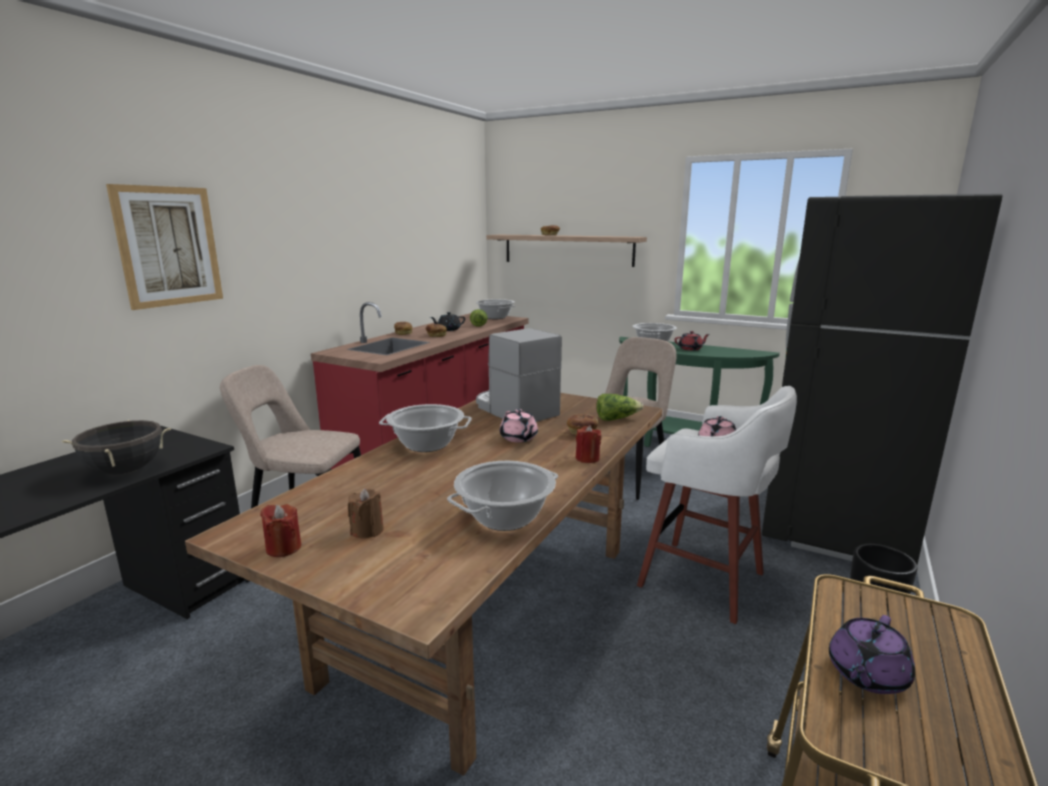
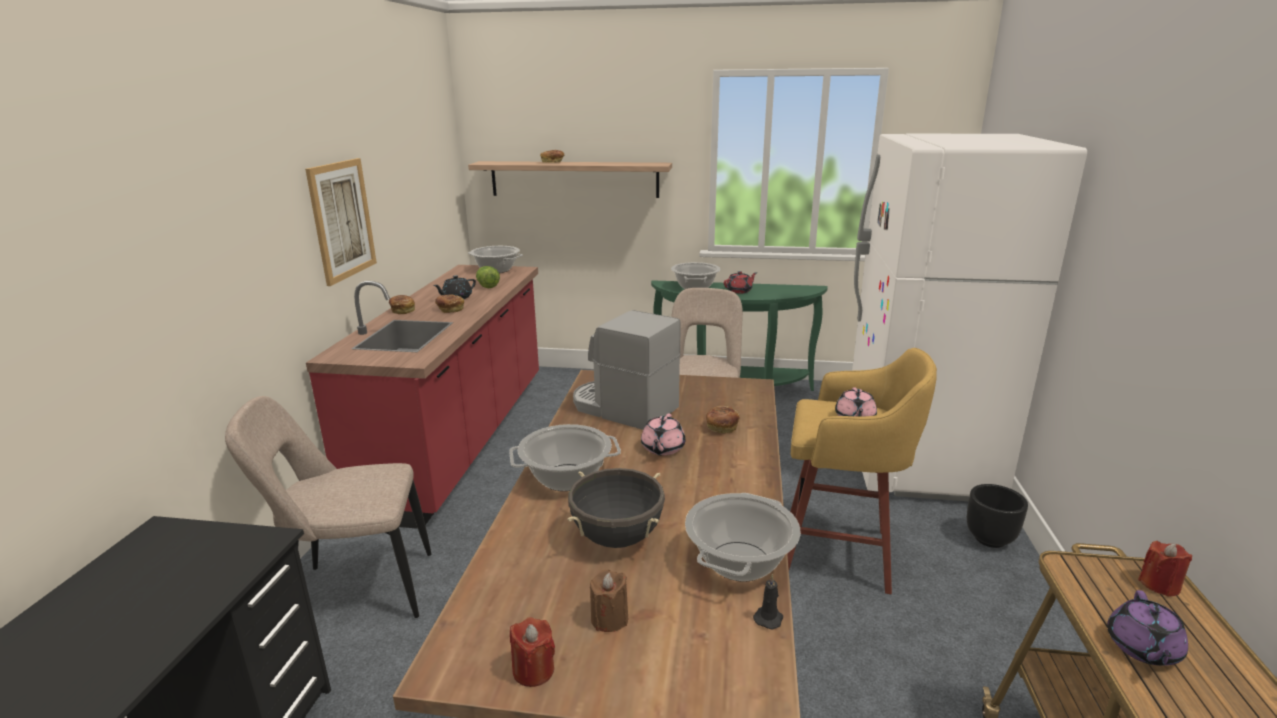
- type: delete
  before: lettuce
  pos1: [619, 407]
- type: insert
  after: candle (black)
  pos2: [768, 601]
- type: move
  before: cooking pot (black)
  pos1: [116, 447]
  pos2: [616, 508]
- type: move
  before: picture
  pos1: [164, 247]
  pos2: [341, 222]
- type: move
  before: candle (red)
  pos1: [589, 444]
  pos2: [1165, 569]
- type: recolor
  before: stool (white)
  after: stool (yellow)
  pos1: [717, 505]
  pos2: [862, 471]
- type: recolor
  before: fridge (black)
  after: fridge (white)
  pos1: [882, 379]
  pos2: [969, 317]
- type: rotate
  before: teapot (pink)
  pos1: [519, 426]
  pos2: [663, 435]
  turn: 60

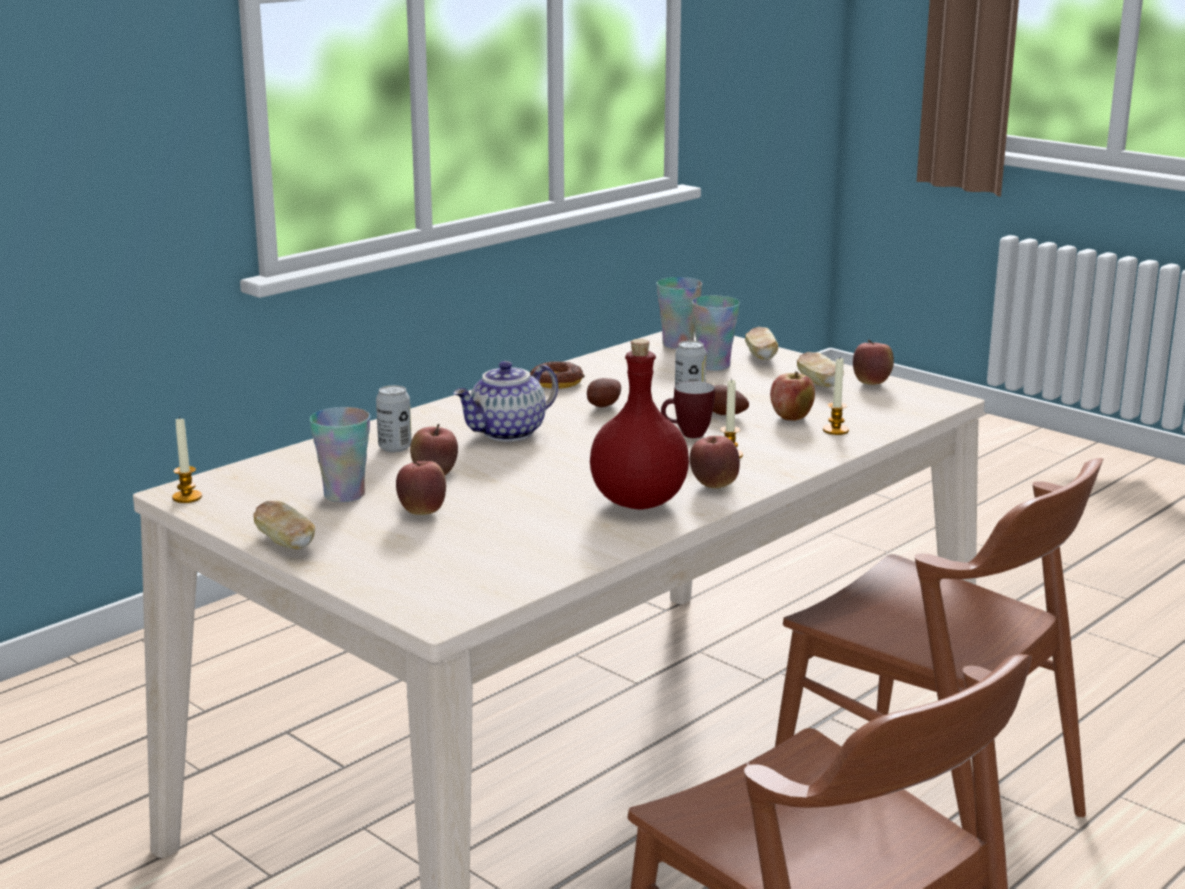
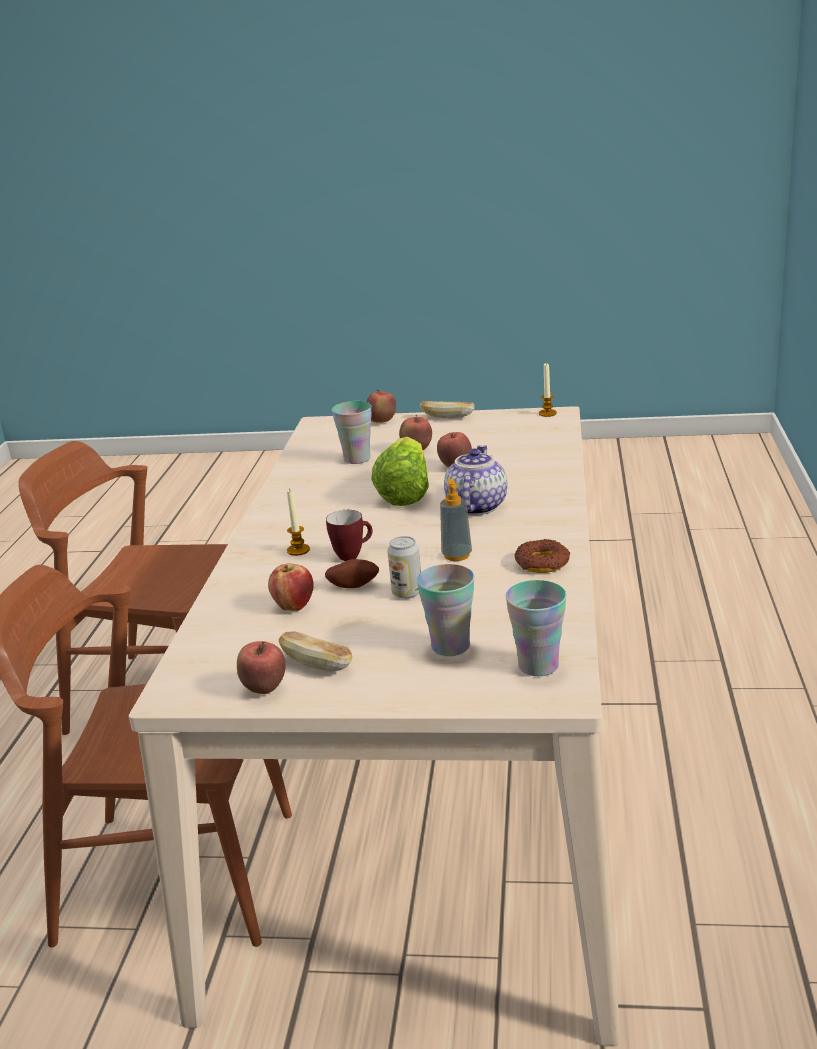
- type: delete
  before: can
  pos1: [394, 418]
- type: delete
  before: bottle (red)
  pos1: [639, 424]
- type: delete
  before: bread
  pos1: [761, 343]
- type: delete
  before: candle
  pos1: [836, 396]
- type: insert
  after: lettuce
  pos2: [400, 471]
- type: move
  before: cup
  pos1: [339, 454]
  pos2: [352, 432]
- type: move
  before: apple
  pos1: [715, 462]
  pos2: [381, 406]
- type: replace
  before: potato
  after: soap dispenser
  pos1: [604, 393]
  pos2: [456, 520]

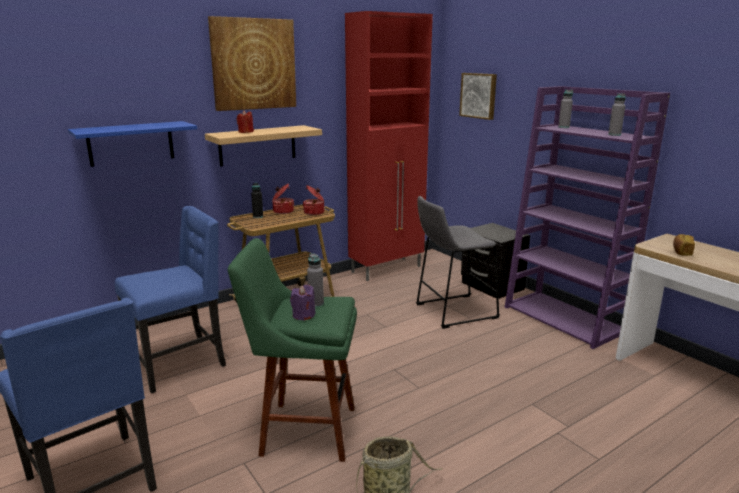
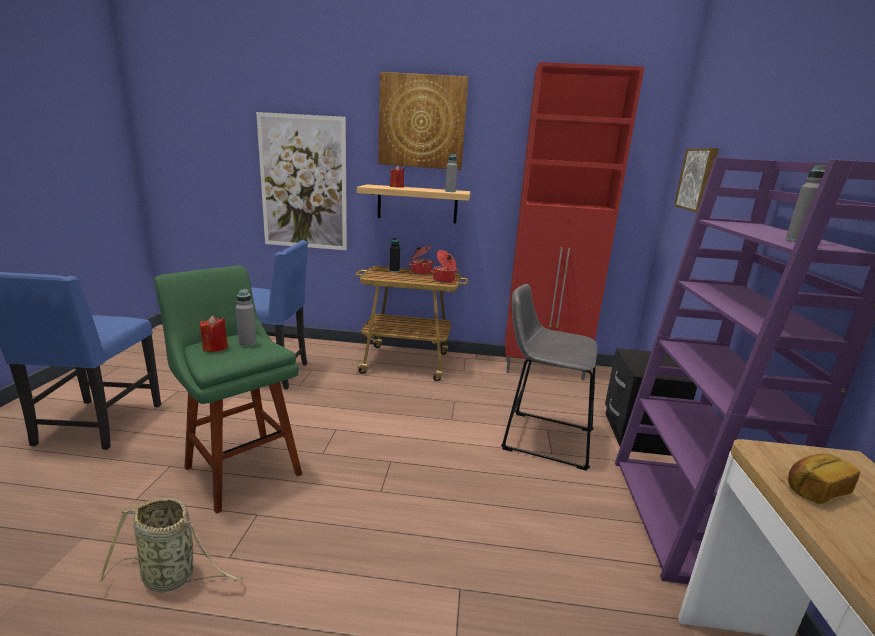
- type: move
  before: bottle (grey)
  pos1: [565, 109]
  pos2: [451, 173]
- type: replace
  before: shelf (blue)
  after: picture
  pos1: [132, 144]
  pos2: [301, 181]
- type: recolor
  before: candle (purple)
  after: candle (red)
  pos1: [302, 303]
  pos2: [214, 334]

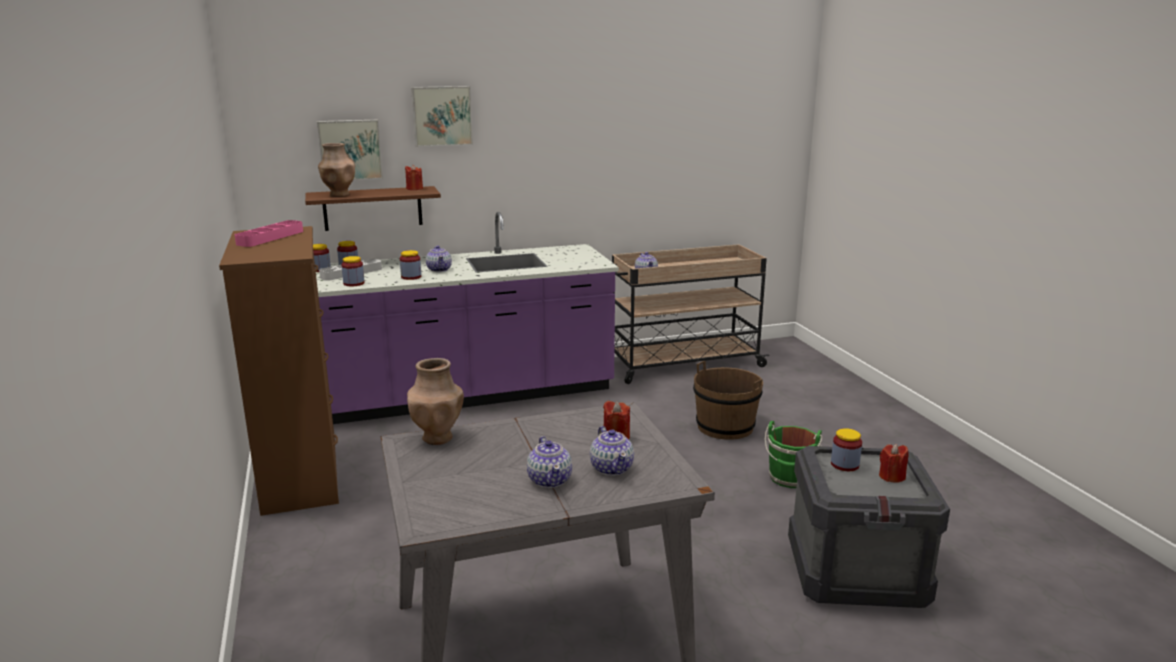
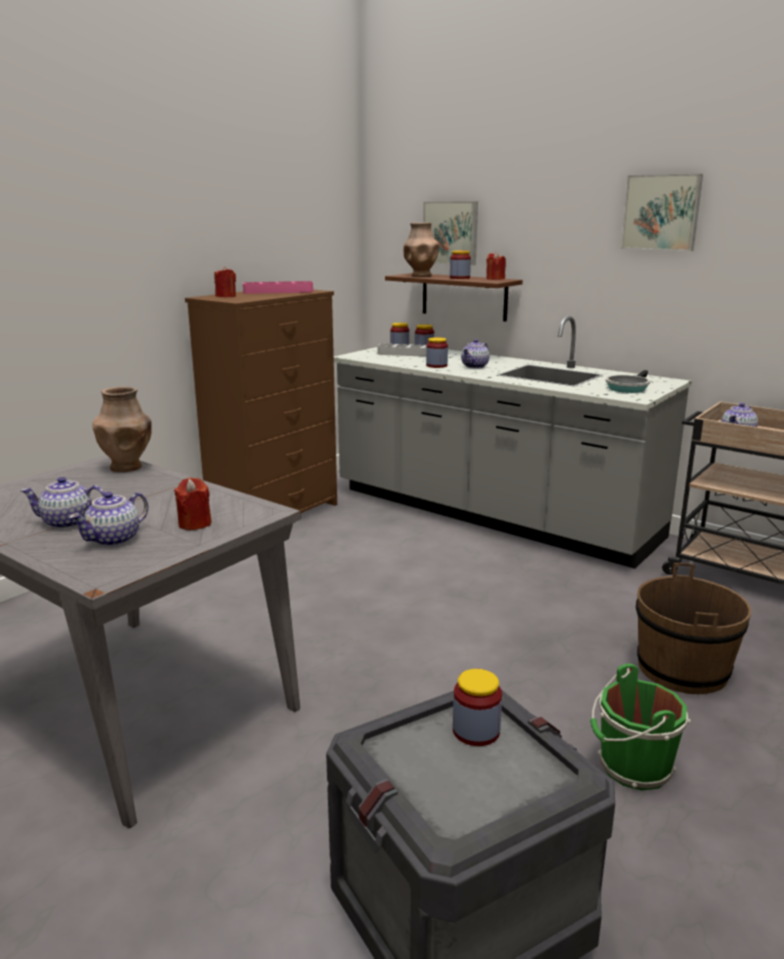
- type: insert
  after: frying pan
  pos2: [628, 381]
- type: move
  before: jar
  pos1: [353, 271]
  pos2: [460, 265]
- type: move
  before: picture
  pos1: [442, 116]
  pos2: [662, 212]
- type: move
  before: candle (red)
  pos1: [893, 463]
  pos2: [225, 282]
- type: recolor
  before: counter (purple)
  after: counter (grey)
  pos1: [467, 318]
  pos2: [513, 442]
- type: rotate
  before: teapot
  pos1: [549, 462]
  pos2: [62, 503]
  turn: 45

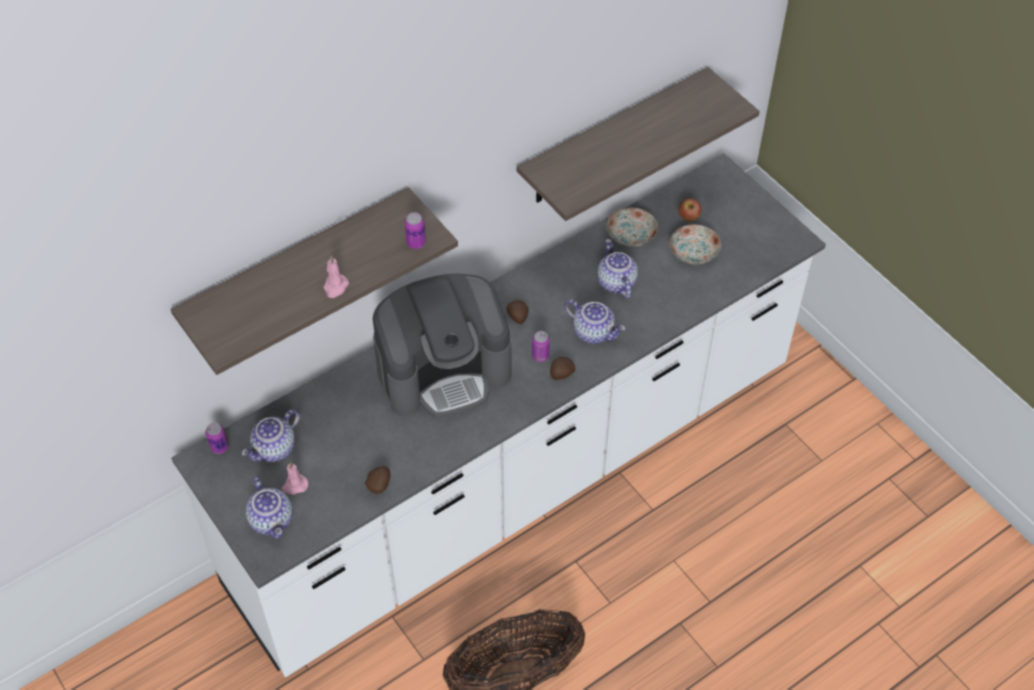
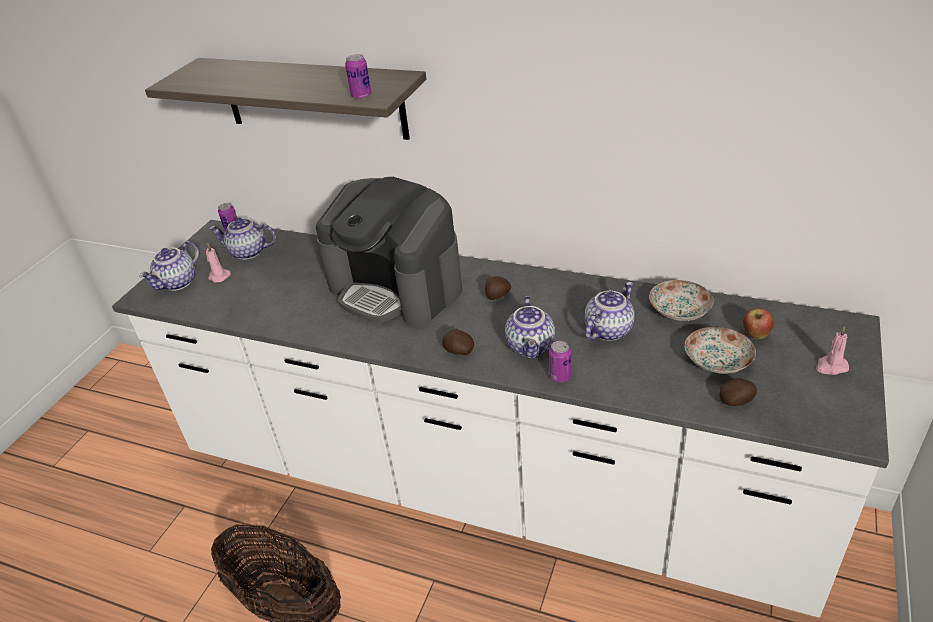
- type: delete
  before: shelf
  pos1: [638, 144]
- type: move
  before: candle (pink)
  pos1: [336, 276]
  pos2: [832, 351]
- type: move
  before: potato
  pos1: [377, 480]
  pos2: [738, 392]
- type: move
  before: can
  pos1: [541, 346]
  pos2: [560, 361]

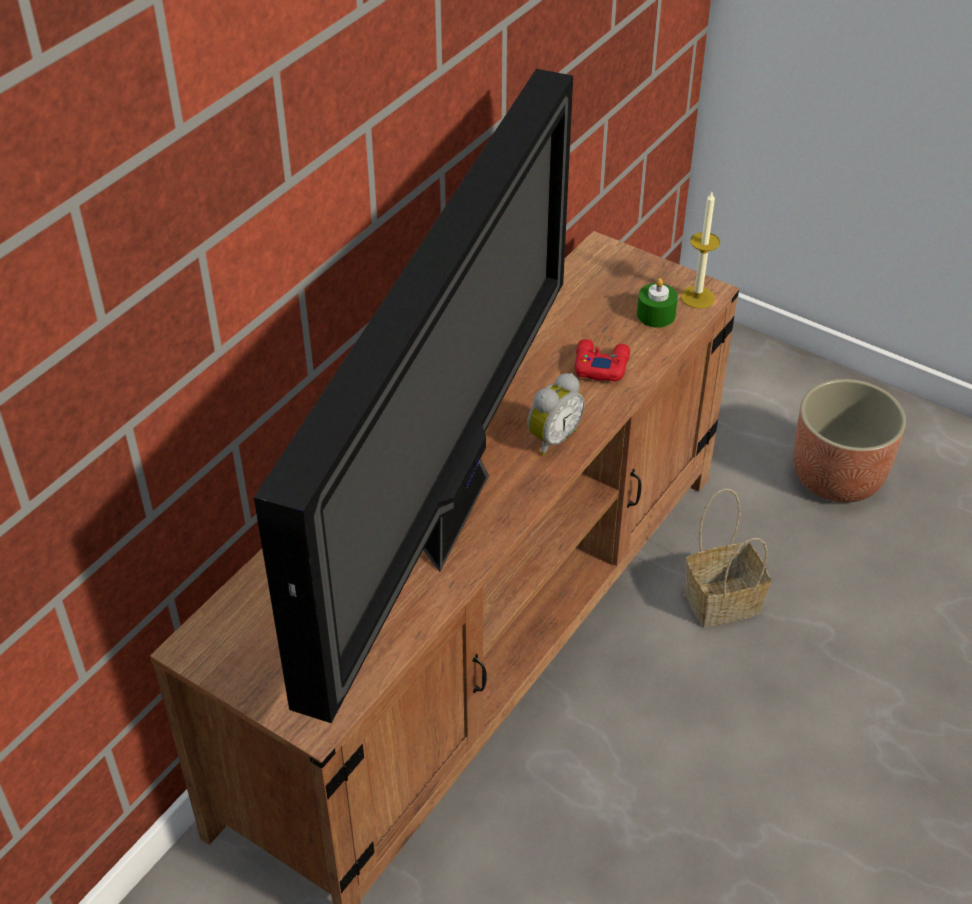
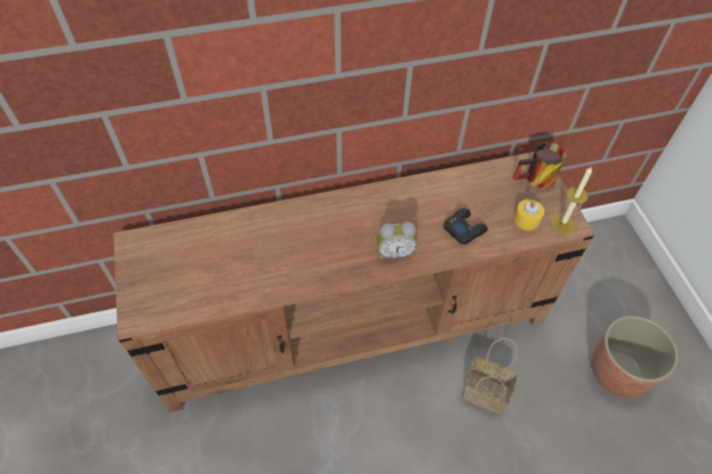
- type: delete
  before: television
  pos1: [413, 396]
- type: insert
  after: mug
  pos2: [539, 165]
- type: recolor
  before: game controller (red)
  after: game controller (black)
  pos1: [602, 360]
  pos2: [465, 226]
- type: recolor
  before: candle (green)
  after: candle (yellow)
  pos1: [657, 303]
  pos2: [529, 215]

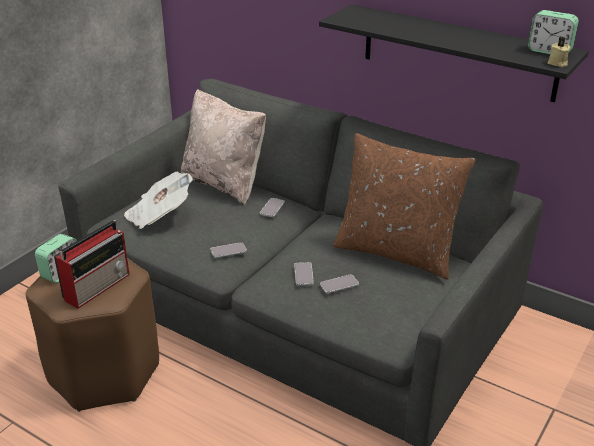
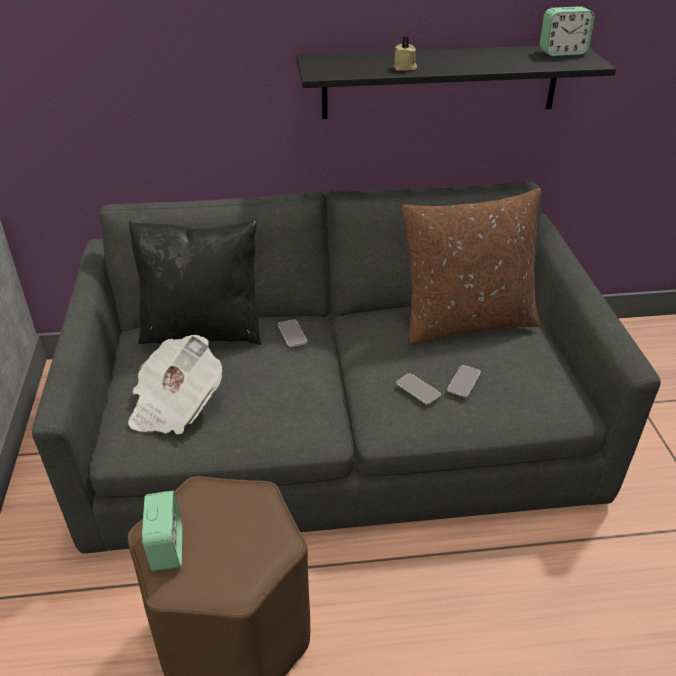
- type: delete
  before: radio
  pos1: [92, 264]
- type: delete
  before: phone
  pos1: [229, 250]
- type: move
  before: candle (beige)
  pos1: [558, 52]
  pos2: [405, 54]
- type: recolor
  before: pillow (beige)
  after: pillow (black)
  pos1: [223, 147]
  pos2: [195, 283]

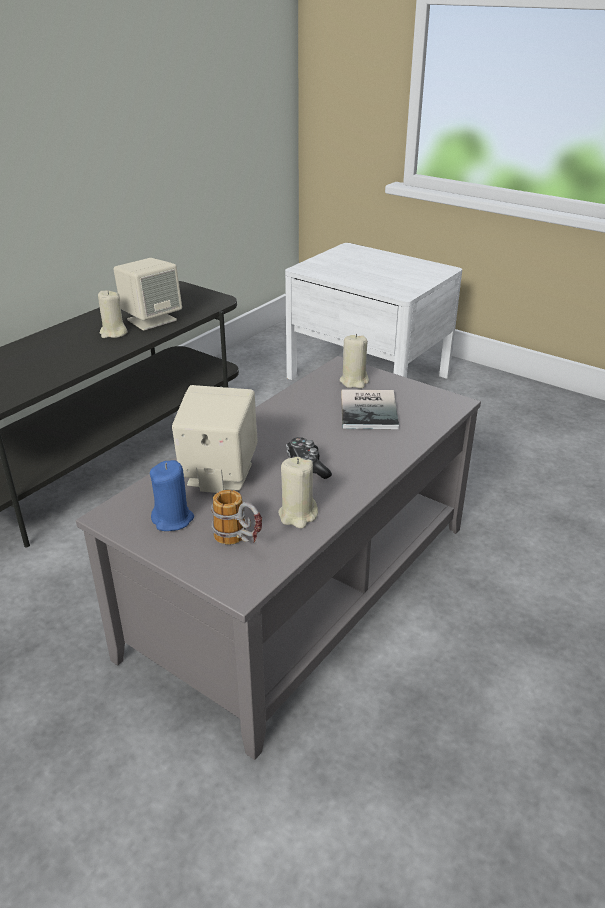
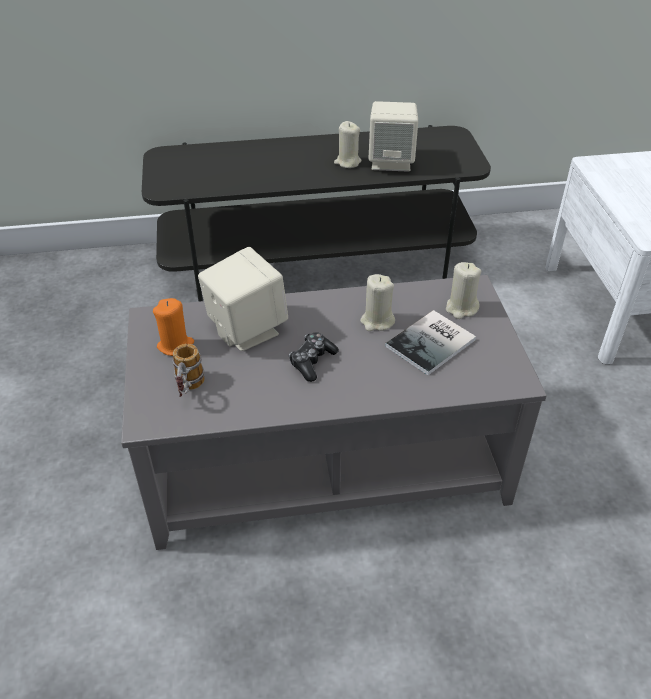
- type: move
  before: candle (beige)
  pos1: [298, 493]
  pos2: [377, 302]
- type: recolor
  before: candle (blue)
  after: candle (orange)
  pos1: [172, 495]
  pos2: [173, 327]

